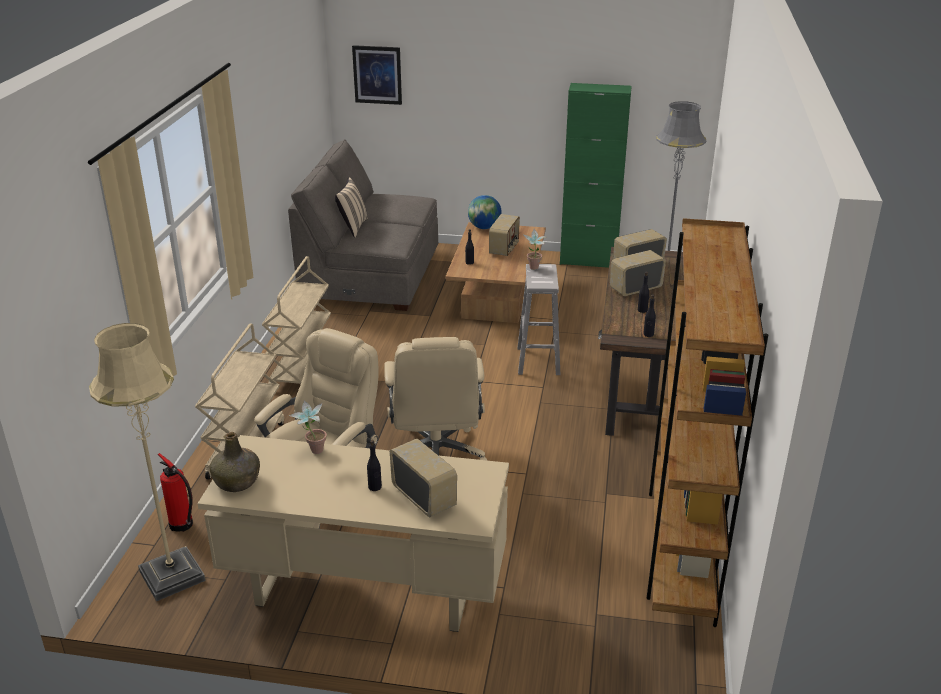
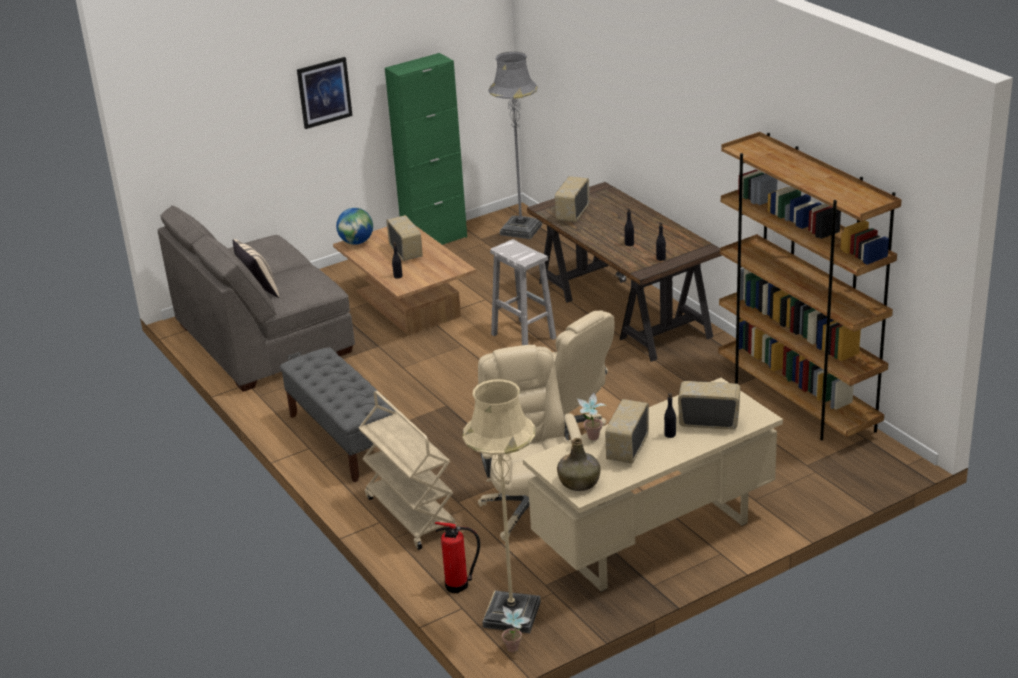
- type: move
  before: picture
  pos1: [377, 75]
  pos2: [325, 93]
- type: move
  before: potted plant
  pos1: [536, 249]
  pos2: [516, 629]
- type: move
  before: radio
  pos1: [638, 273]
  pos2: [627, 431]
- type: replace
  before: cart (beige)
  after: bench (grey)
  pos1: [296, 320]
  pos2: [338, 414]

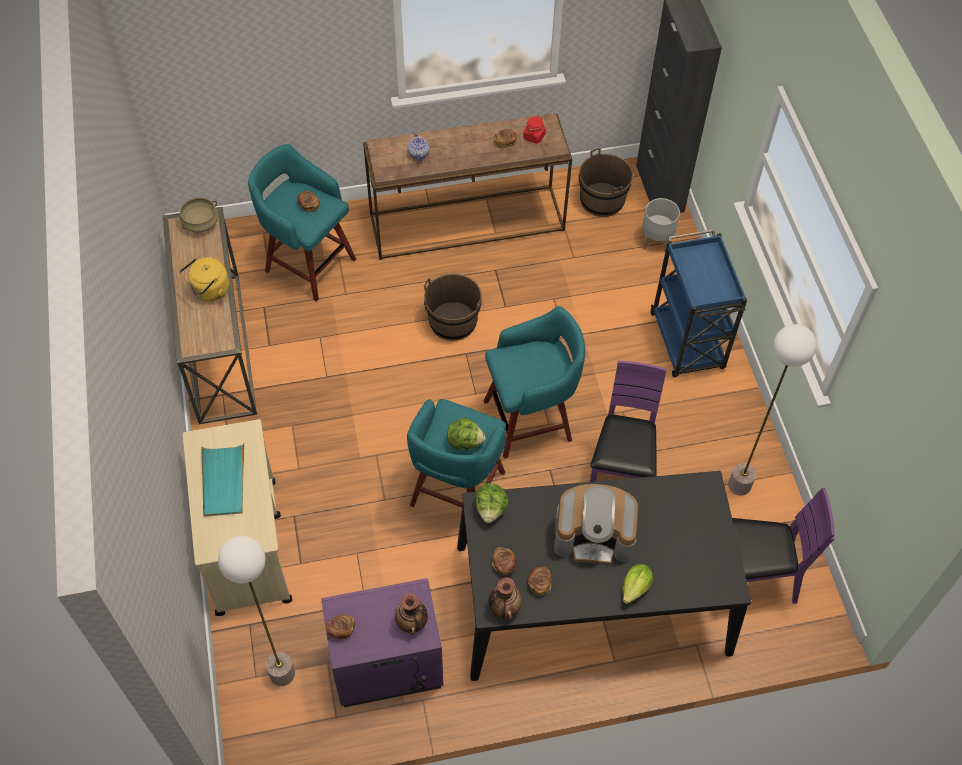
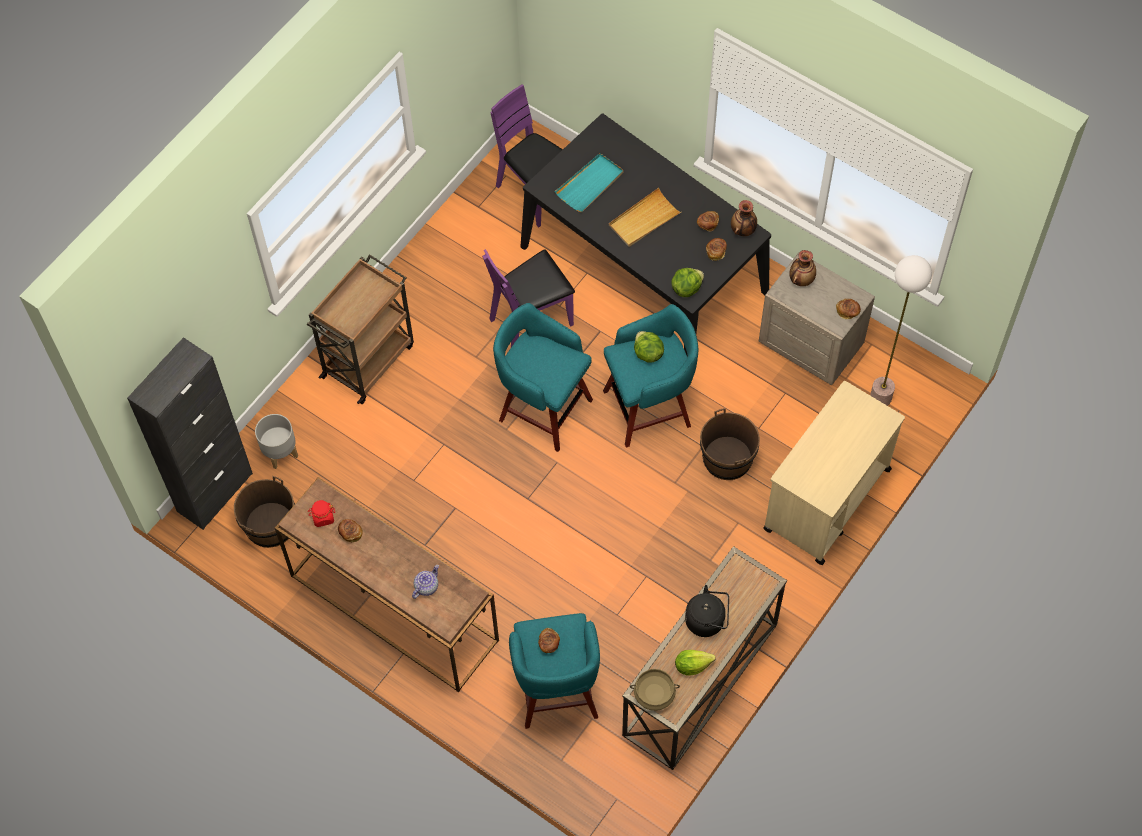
- type: delete
  before: floor lamp
  pos1: [772, 410]
- type: move
  before: tray (turquoise)
  pos1: [223, 480]
  pos2: [589, 182]
- type: move
  before: bucket (brown)
  pos1: [453, 307]
  pos2: [730, 444]
- type: move
  before: lettuce
  pos1: [638, 584]
  pos2: [695, 663]
- type: replace
  before: coffee machine
  after: tray (beige)
  pos1: [596, 524]
  pos2: [645, 217]
- type: recolor
  before: kettle (yellow)
  after: kettle (black)
  pos1: [204, 279]
  pos2: [707, 611]
- type: recolor
  before: nightstand (purple)
  after: nightstand (beige)
  pos1: [382, 643]
  pos2: [817, 318]
- type: recolor
  before: cart (blue)
  after: cart (brown)
  pos1: [699, 303]
  pos2: [360, 329]

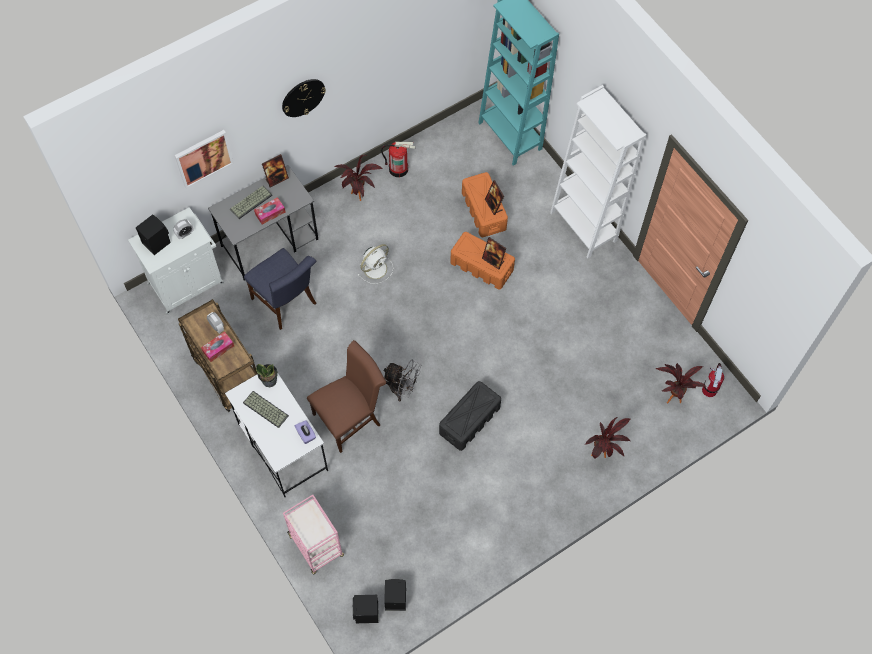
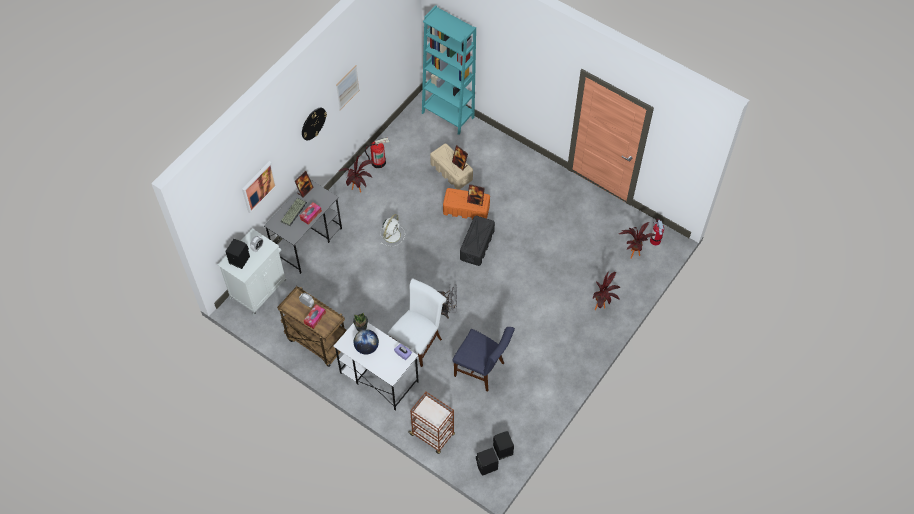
- type: delete
  before: bookcase (white)
  pos1: [598, 172]
- type: insert
  after: picture
  pos2: [347, 87]
- type: move
  before: chair (blue)
  pos1: [280, 289]
  pos2: [484, 359]
- type: move
  before: storage box (black)
  pos1: [470, 416]
  pos2: [477, 241]
- type: replace
  before: keyboard
  after: globe
  pos1: [266, 409]
  pos2: [366, 342]
- type: recolor
  before: cart (pink)
  after: cart (brown)
  pos1: [313, 534]
  pos2: [432, 423]
- type: recolor
  before: chair (brown)
  after: chair (white)
  pos1: [346, 396]
  pos2: [417, 322]
- type: recolor
  before: storage box (orange)
  after: storage box (beige)
  pos1: [485, 204]
  pos2: [451, 167]

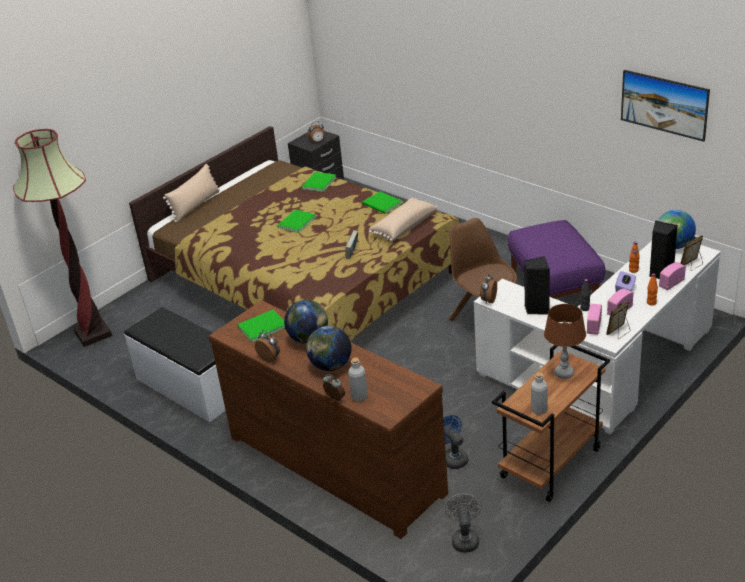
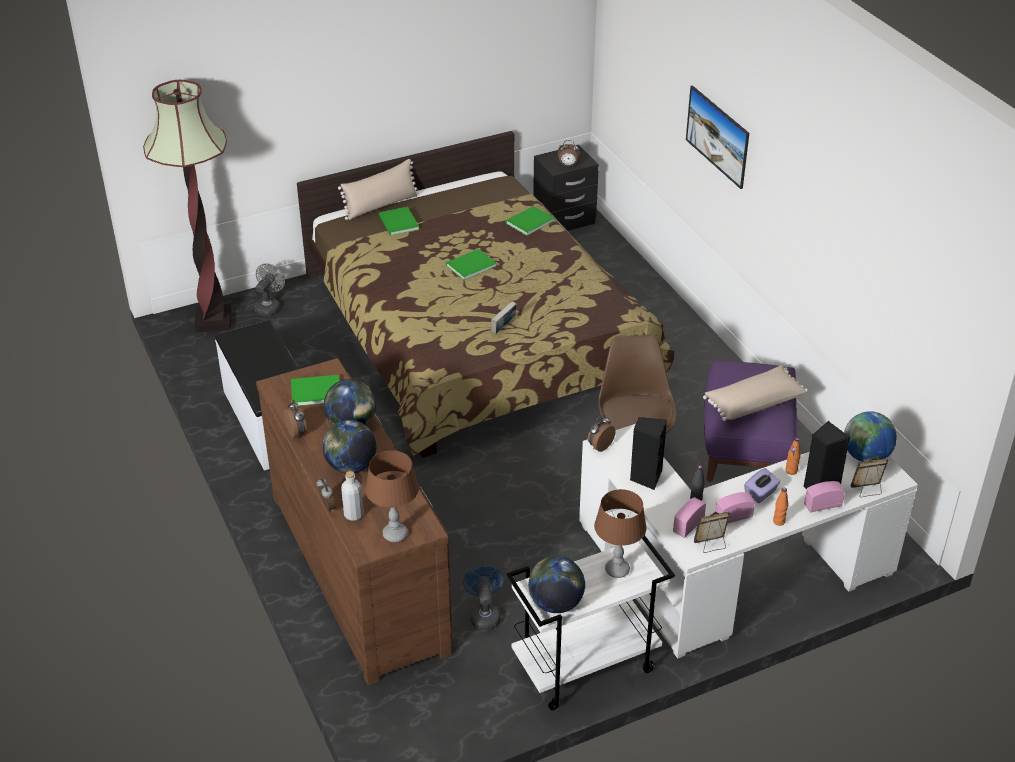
- type: insert
  after: table lamp (brown)
  pos2: [392, 496]
- type: move
  before: book (green)
  pos1: [382, 202]
  pos2: [399, 221]
- type: move
  before: pillow (beige)
  pos1: [403, 219]
  pos2: [755, 393]
- type: move
  before: fan (grey)
  pos1: [463, 523]
  pos2: [270, 290]
- type: move
  before: picture
  pos1: [665, 106]
  pos2: [717, 137]
- type: replace
  before: bottle (grey)
  after: globe
  pos1: [539, 393]
  pos2: [557, 584]
- type: recolor
  before: cart (brown)
  after: cart (white)
  pos1: [551, 423]
  pos2: [591, 622]

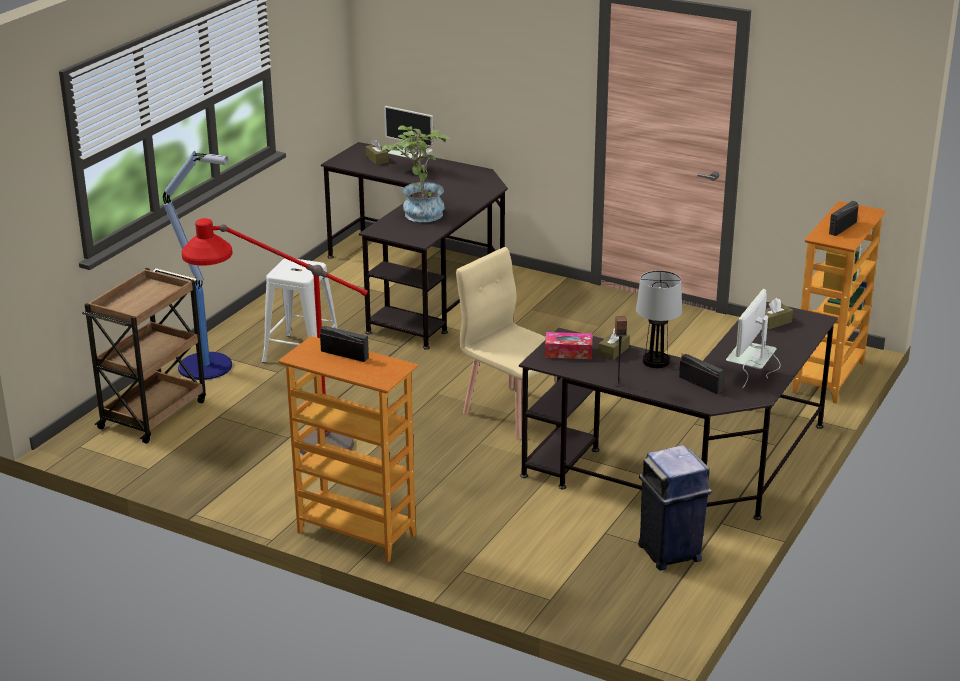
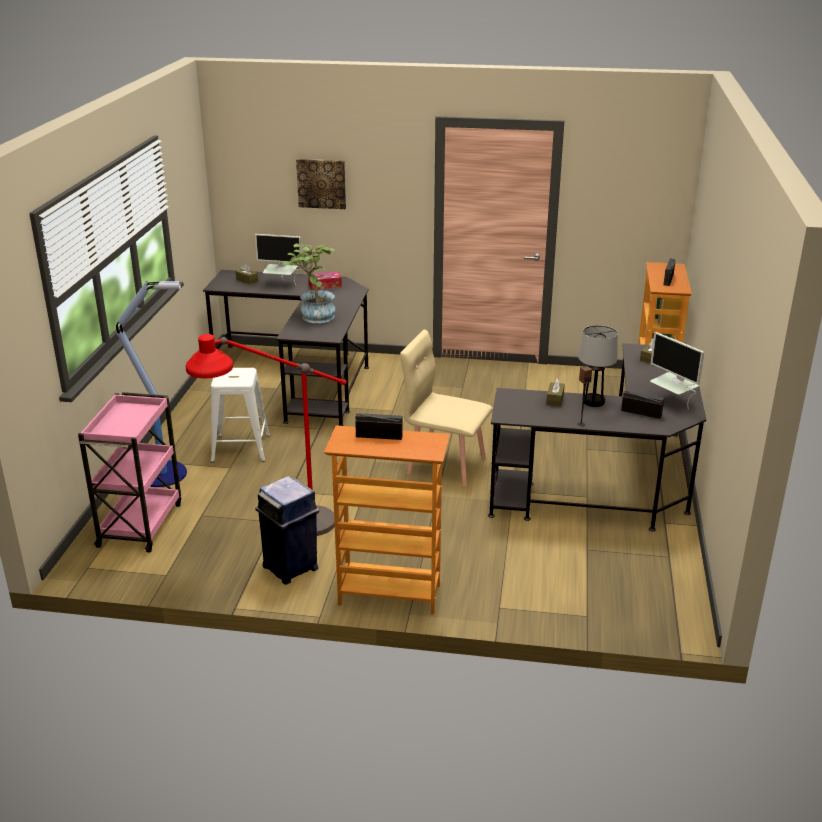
- type: insert
  after: picture
  pos2: [321, 184]
- type: move
  before: tissue box
  pos1: [569, 345]
  pos2: [325, 281]
- type: move
  before: trash can (blue)
  pos1: [675, 508]
  pos2: [287, 530]
- type: recolor
  before: cart (brown)
  after: cart (pink)
  pos1: [144, 356]
  pos2: [129, 472]
- type: rotate
  before: monitor
  pos1: [753, 338]
  pos2: [677, 370]
  turn: -45

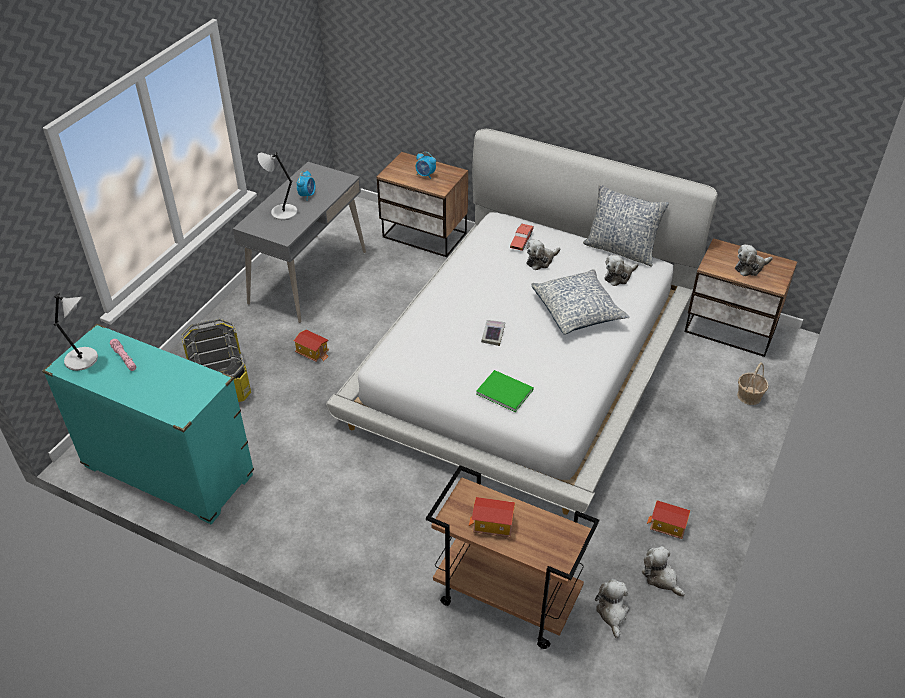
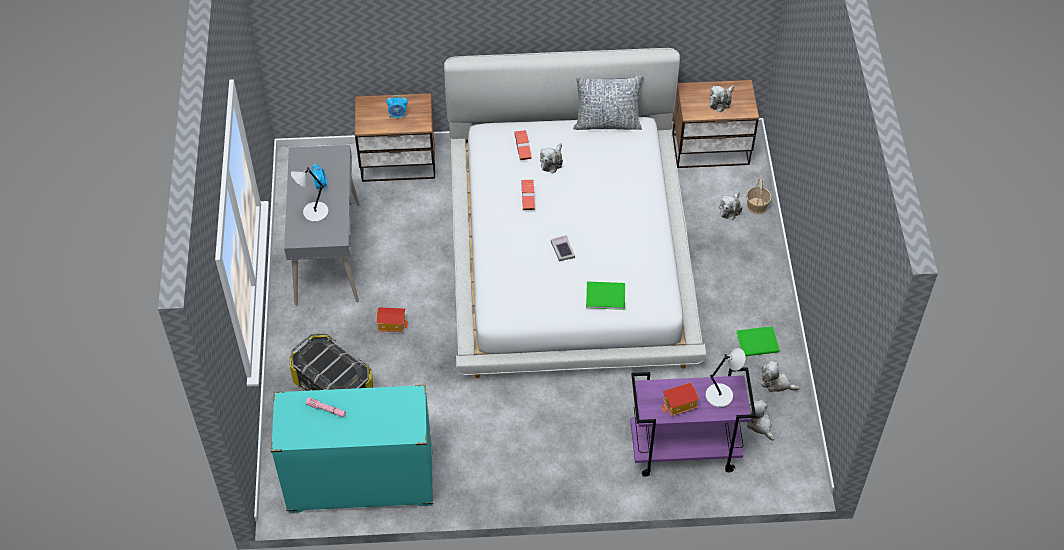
- type: delete
  before: pillow
  pos1: [580, 302]
- type: insert
  after: toy car (red)
  pos2: [528, 195]
- type: move
  before: table lamp (grey)
  pos1: [76, 332]
  pos2: [725, 378]
- type: move
  before: plush toy
  pos1: [622, 270]
  pos2: [730, 205]
- type: replace
  before: toy house
  after: book (green)
  pos1: [668, 519]
  pos2: [758, 341]
- type: recolor
  before: cart (brown)
  after: cart (purple)
  pos1: [512, 557]
  pos2: [693, 422]

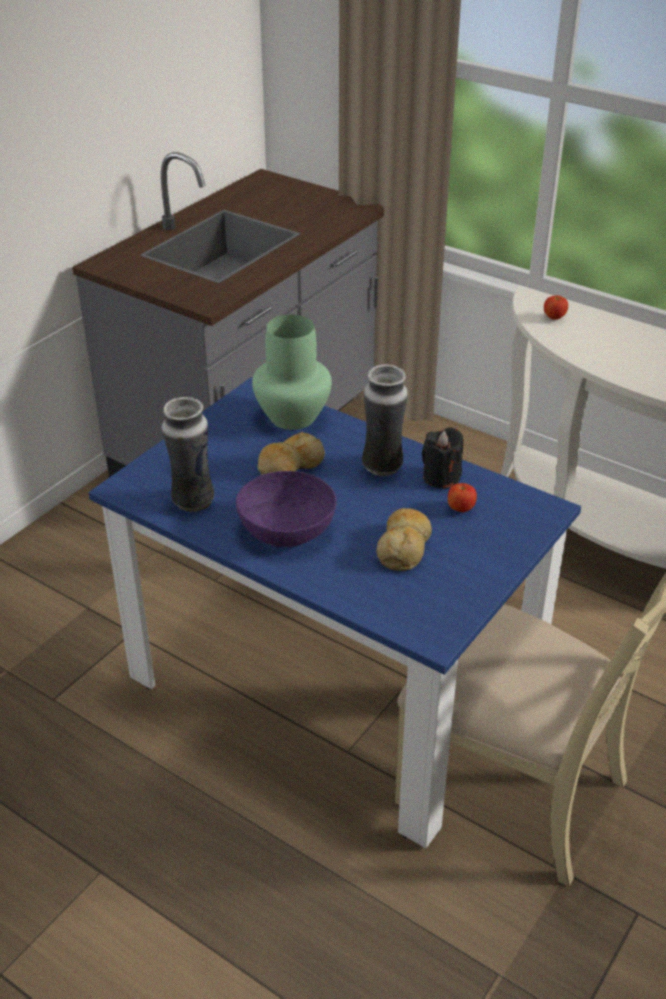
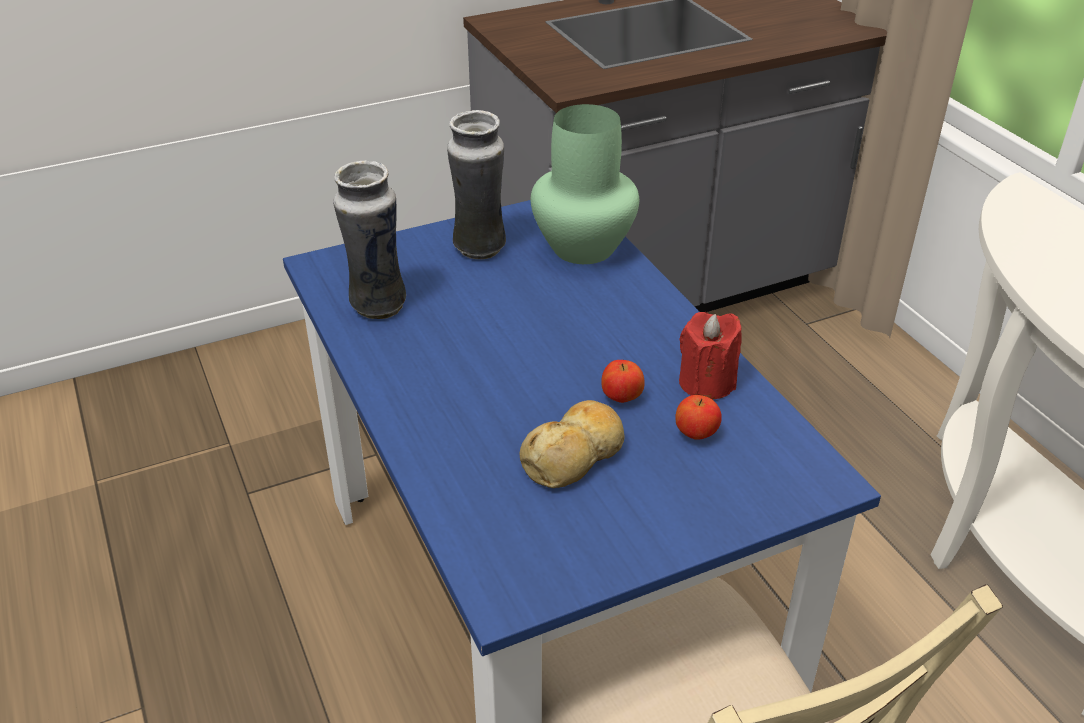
- type: delete
  before: bowl (purple)
  pos1: [286, 509]
- type: delete
  before: bread
  pos1: [291, 453]
- type: move
  before: vase
  pos1: [385, 420]
  pos2: [476, 184]
- type: move
  before: apple
  pos1: [556, 307]
  pos2: [623, 381]
- type: recolor
  before: candle (black)
  after: candle (red)
  pos1: [442, 458]
  pos2: [710, 355]

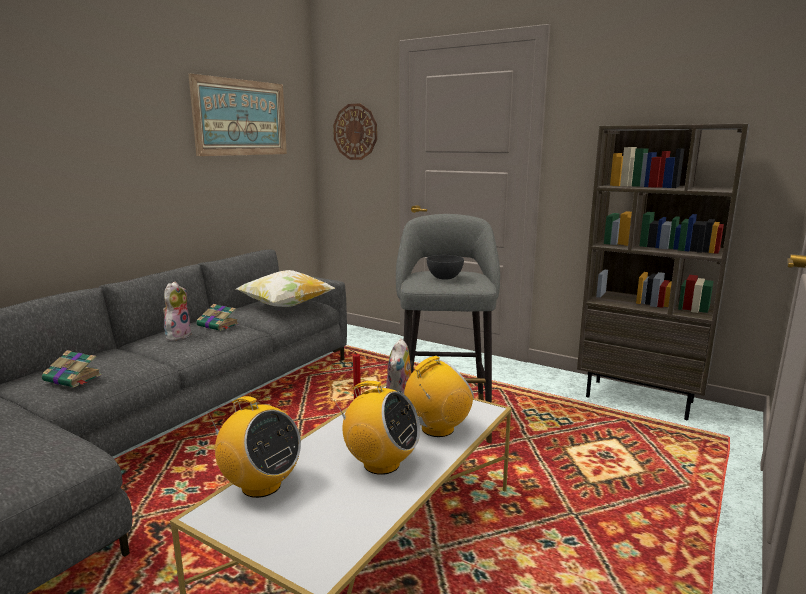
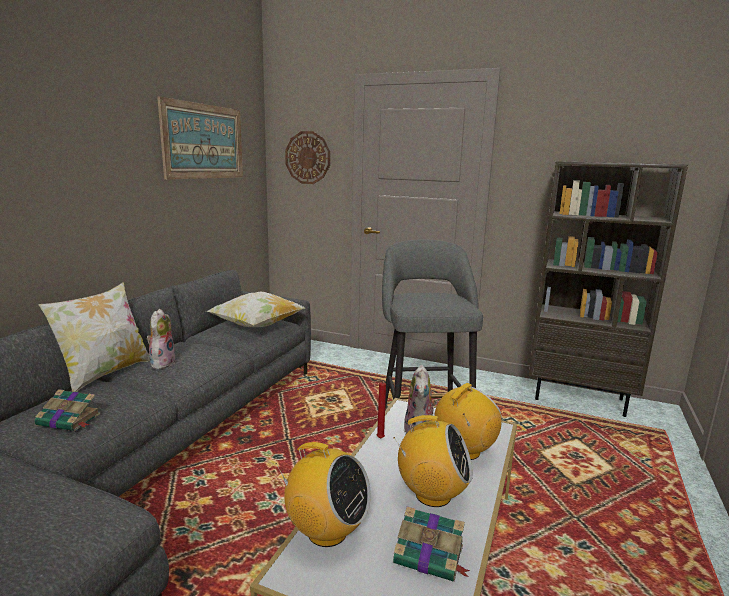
- type: delete
  before: bowl (grey)
  pos1: [445, 267]
- type: insert
  after: pillow
  pos2: [94, 337]
- type: move
  before: book
  pos1: [217, 317]
  pos2: [431, 544]

